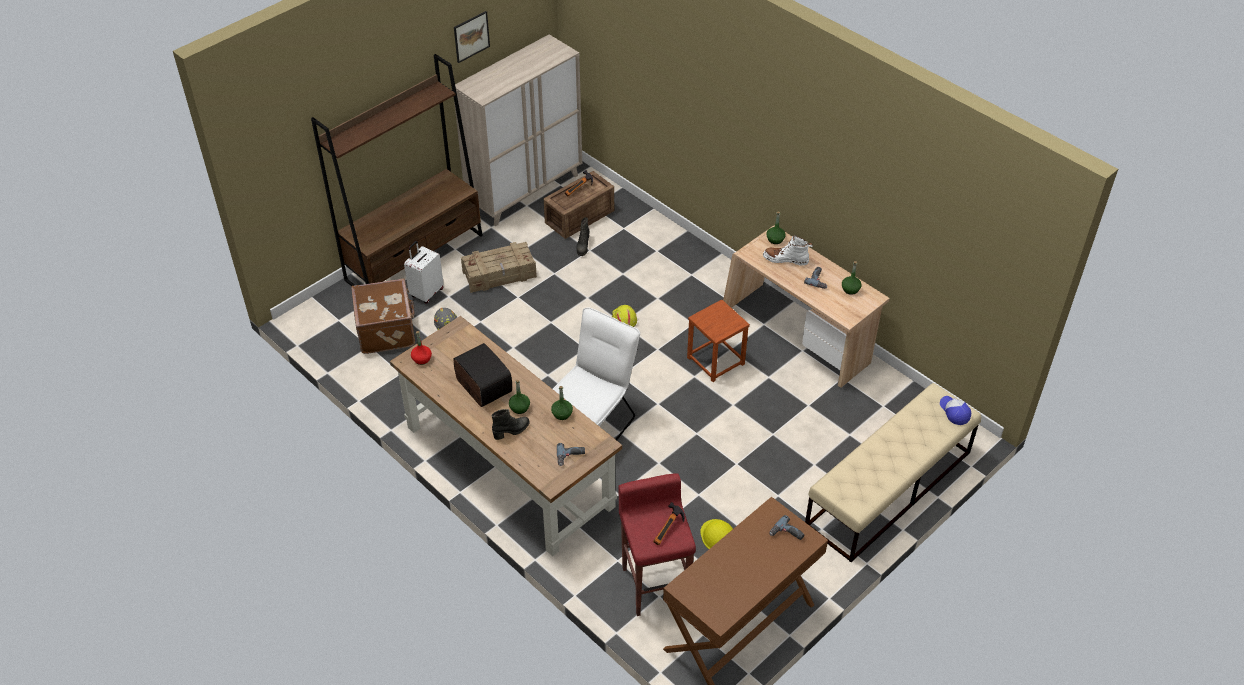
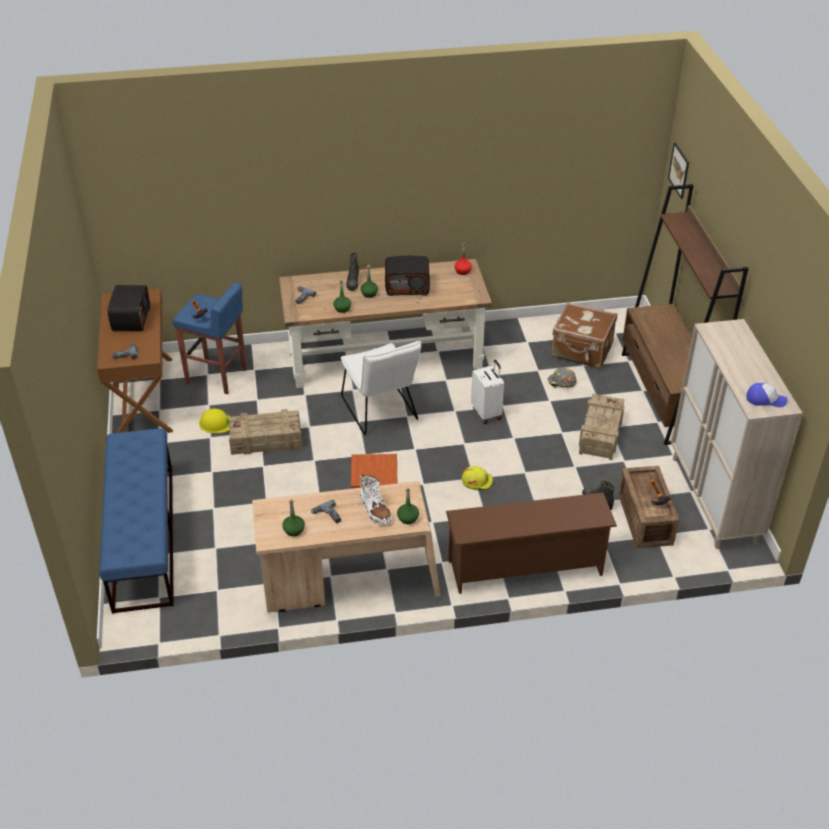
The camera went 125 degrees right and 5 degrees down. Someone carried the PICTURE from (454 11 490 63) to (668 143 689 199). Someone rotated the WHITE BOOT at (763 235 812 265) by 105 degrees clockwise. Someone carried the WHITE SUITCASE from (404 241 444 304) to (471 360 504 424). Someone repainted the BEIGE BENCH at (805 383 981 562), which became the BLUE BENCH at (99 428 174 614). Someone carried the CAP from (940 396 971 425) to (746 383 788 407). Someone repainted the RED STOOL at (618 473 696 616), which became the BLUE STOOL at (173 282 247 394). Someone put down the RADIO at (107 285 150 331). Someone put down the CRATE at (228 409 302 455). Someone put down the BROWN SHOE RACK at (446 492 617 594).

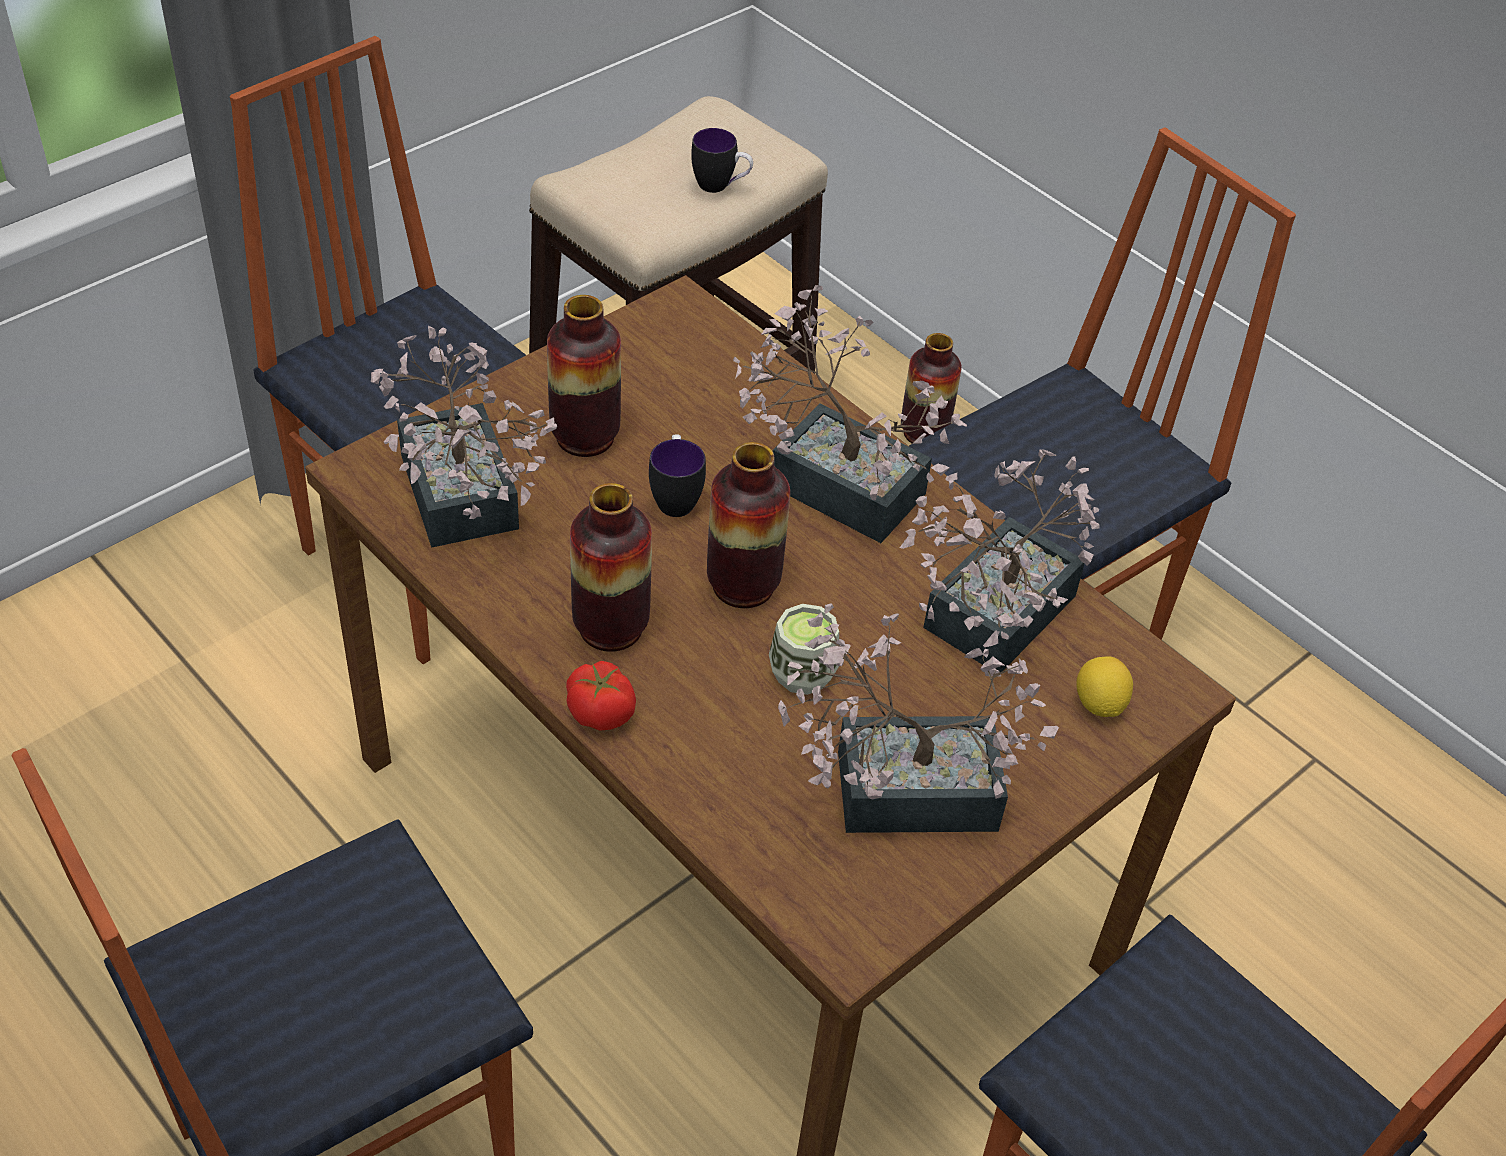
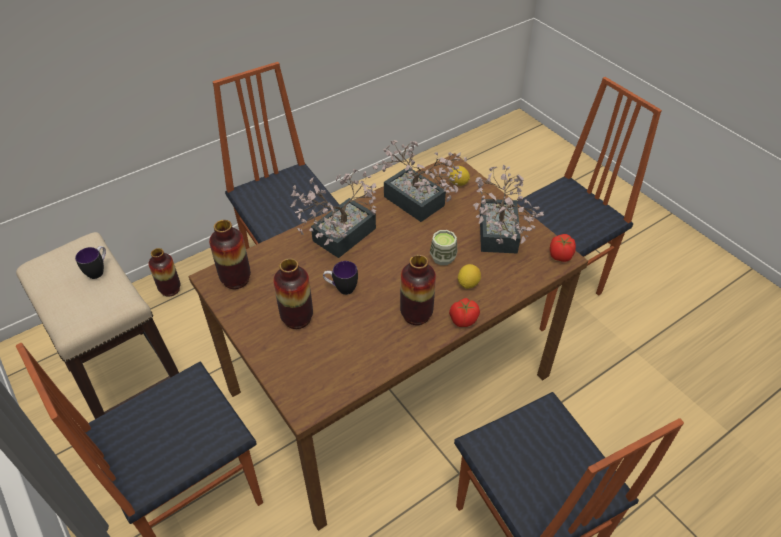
The camera went 80 degrees left and 0 degrees up. Someone took away the POTTED PLANT at (371 326 557 548). Someone carried the VASE from (707 442 790 608) to (209 220 251 289). Someone put down the TOMATO at (550 234 576 262). Someone put down the LEMON at (458 264 481 289).

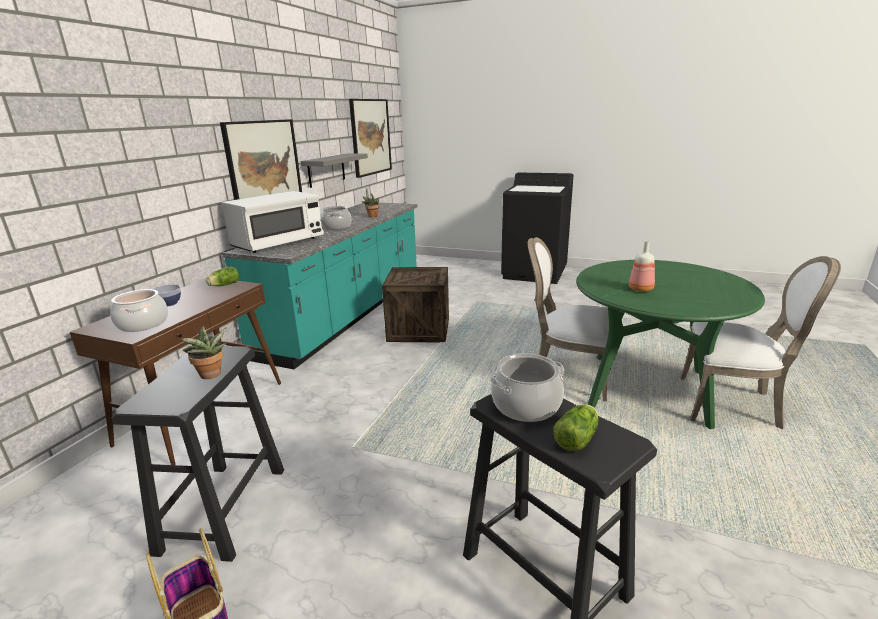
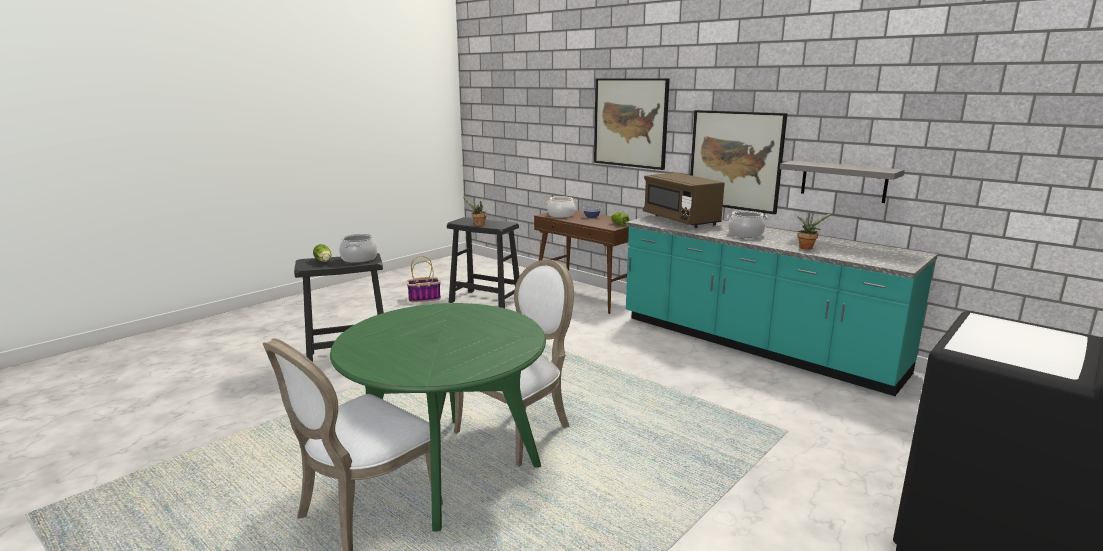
The camera went 110 degrees right and 5 degrees down. Someone carried the PICTURE from (349 99 392 178) to (594 78 670 170). Someone repainted the WHITE MICROWAVE at (222 191 324 253), which became the BROWN MICROWAVE at (643 173 725 228). Someone took away the BOTTLE at (629 241 655 292). Someone took away the CRATE at (382 267 449 342).

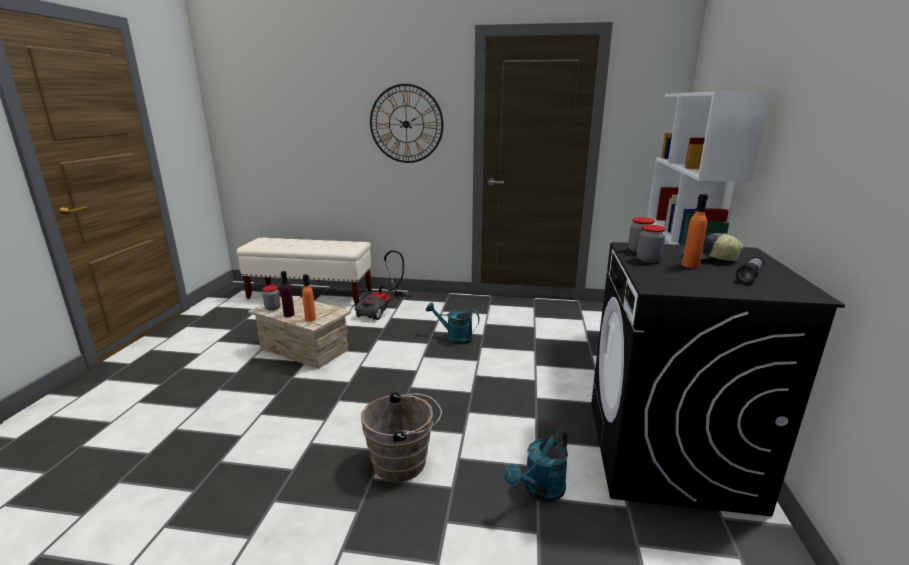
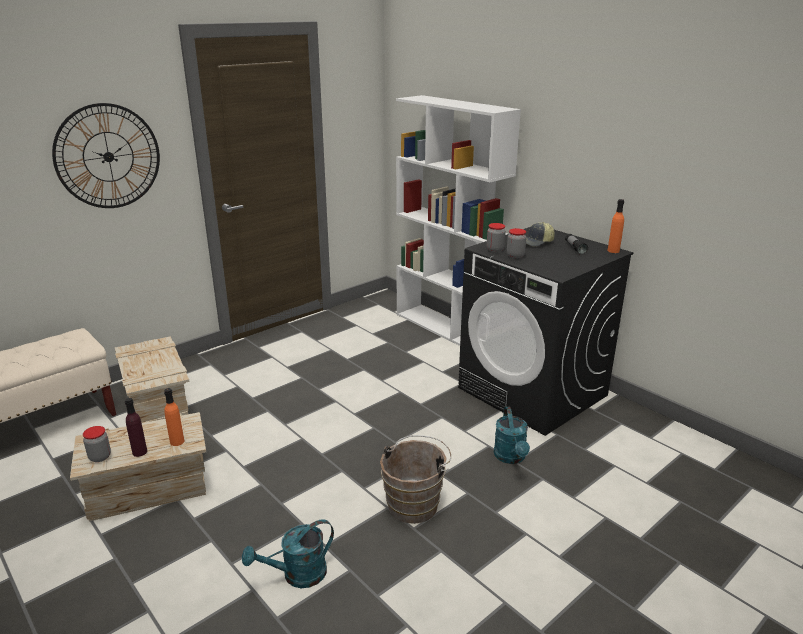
The camera went 50 degrees left and 5 degrees up. Someone carried the ORANGE BOTTLE from (682 194 708 268) to (607 199 624 253). Someone swapped the VACUUM CLEANER at (355 250 412 320) for the CRATE at (115 336 189 423). Someone carried the TURQUOISE WATERING CAN from (426 302 480 344) to (242 519 334 588).

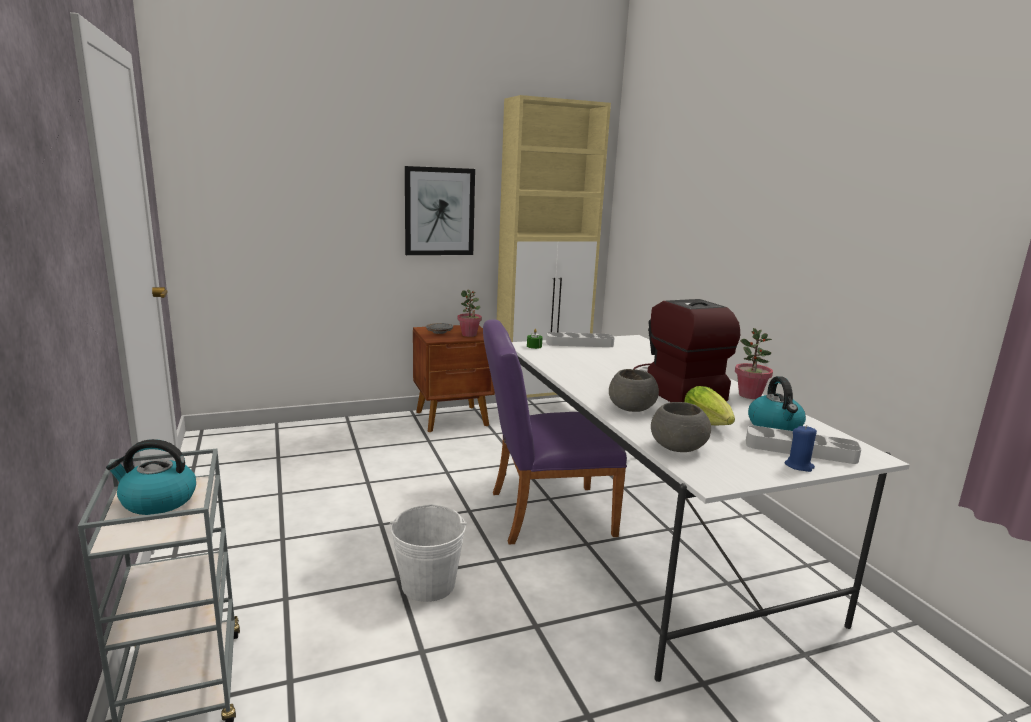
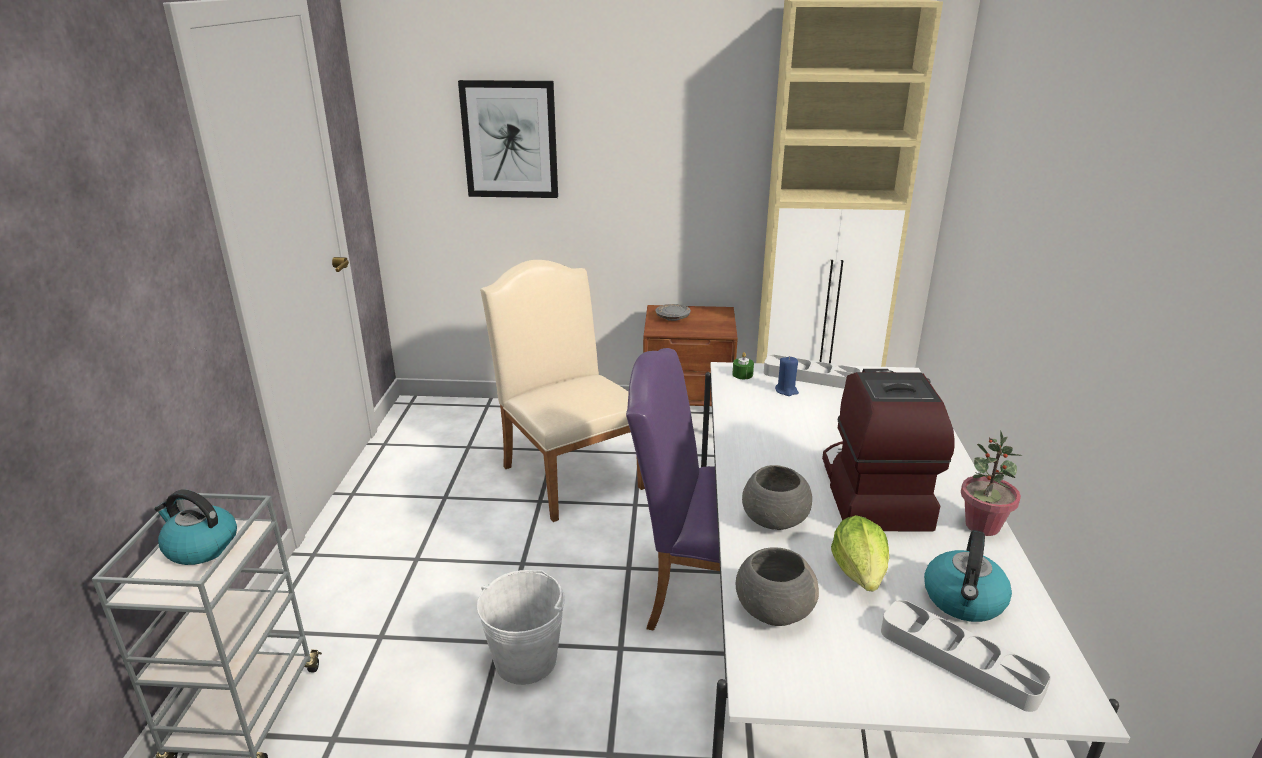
The camera went 25 degrees right and 10 degrees up. Someone carried the PICTURE from (405 166 475 255) to (458 80 558 198). Someone took away the POTTED PLANT at (458 290 482 337). Someone carried the BLUE CANDLE from (785 425 817 472) to (775 356 799 396). Someone put down the BEIGE CHAIR at (480 260 645 522).

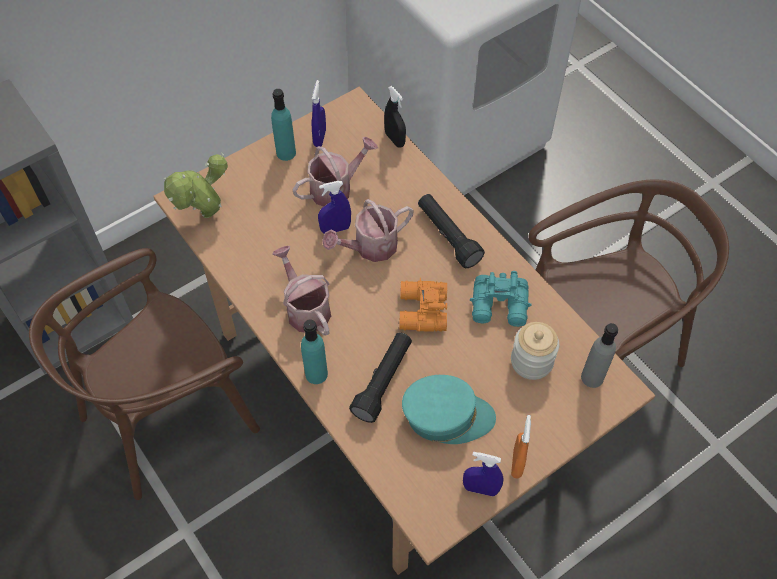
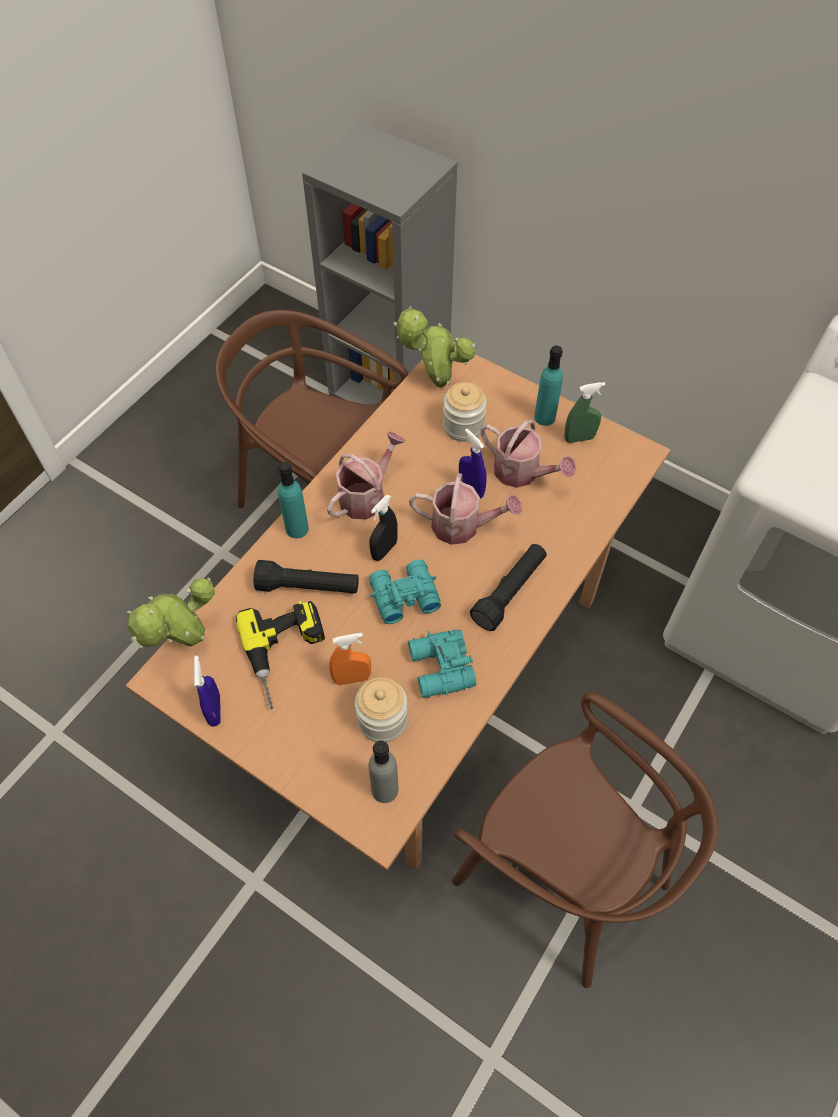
The camera went 70 degrees right and 0 degrees up. Someone repainted the BLUE SPRAY BOTTLE at (312 80 326 147), which became the GREEN SPRAY BOTTLE at (564 382 606 443). Someone carried the BLACK SPRAY BOTTLE from (384 86 406 148) to (369 494 398 561). Someone rotated the WATERING CAN at (322 199 414 262) by 150 degrees clockwise. Someone repainted the ORANGE BINOCULARS at (399 278 447 332), which became the TURQUOISE BINOCULARS at (369 560 441 624). Someone swapped the TURQUOISE CAP at (402 375 496 444) for the POWER DRILL at (236 601 325 709). Someone carried the ORANGE SPRAY BOTTLE from (511 415 531 478) to (329 633 371 685). Someone put down the JAR at (443 382 487 442). Someone put down the POTTED PLANT at (127 577 215 648).

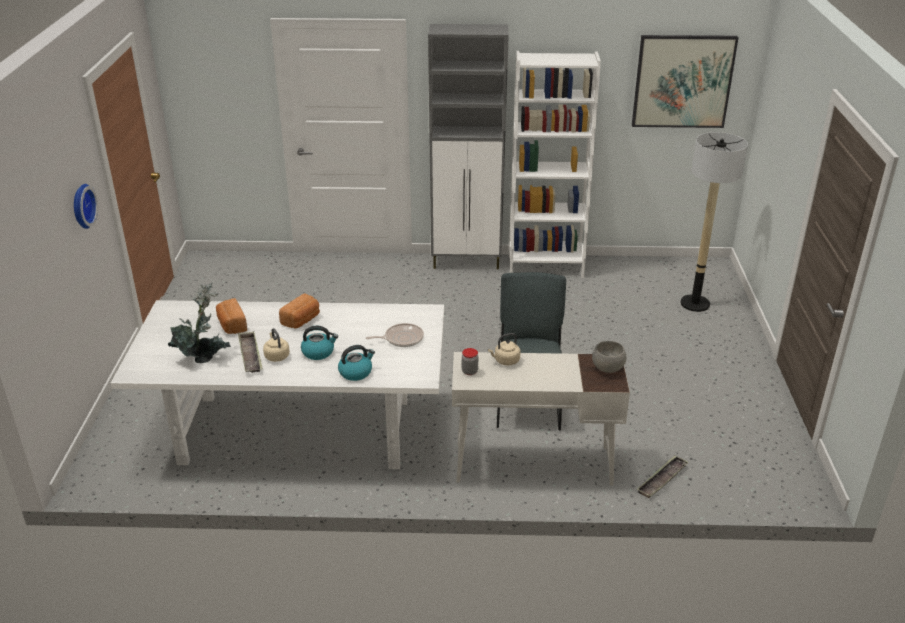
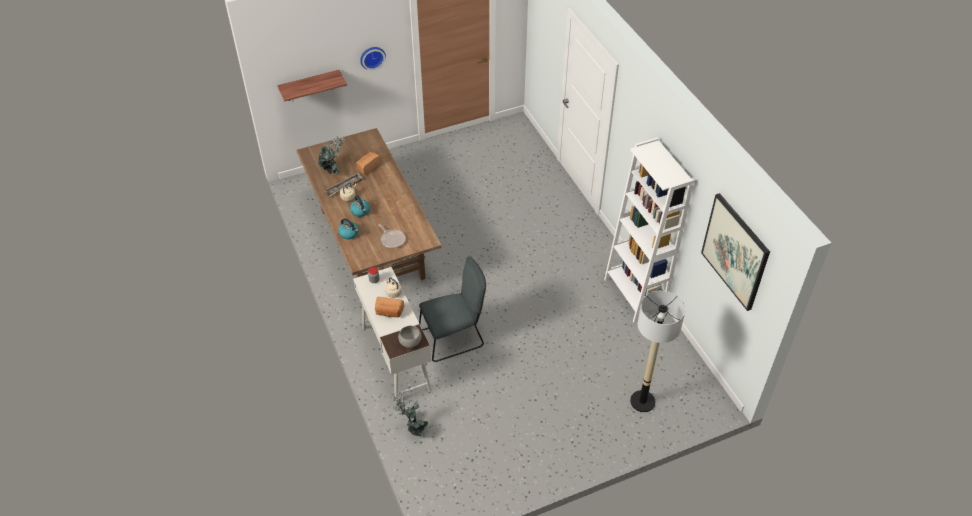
The camera went 65 degrees right and 15 degrees up. Someone took away the GREY CABINET at (428 24 509 270). Someone carried the BREAD from (279 293 320 329) to (375 297 404 317). Someone repainted the WHITE DINING TABLE at (111 300 444 469), which became the BROWN DINING TABLE at (297 128 441 280). Someone swapped the TRAY at (637 456 689 498) for the POTTED PLANT at (393 389 428 436). Someone put up the SHELF at (277 70 347 101).

